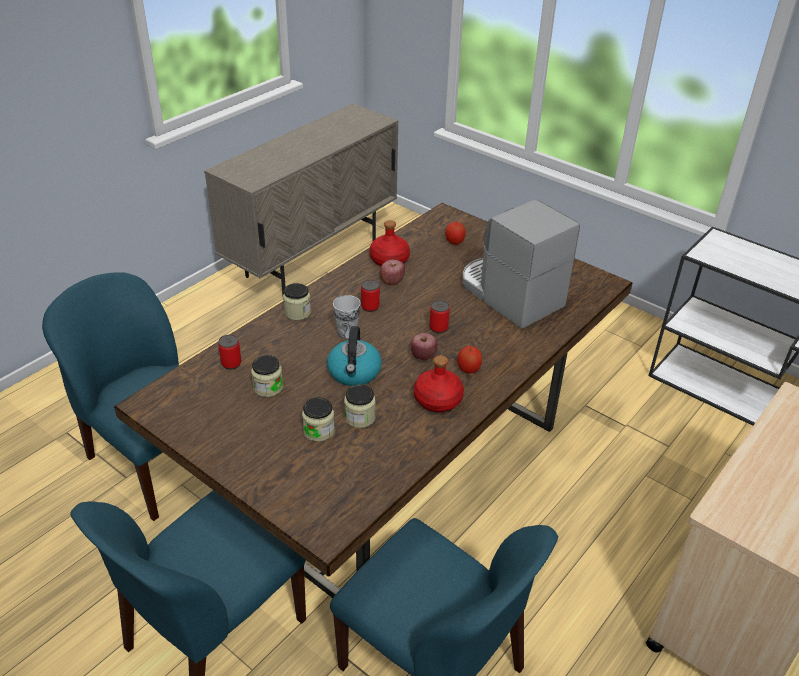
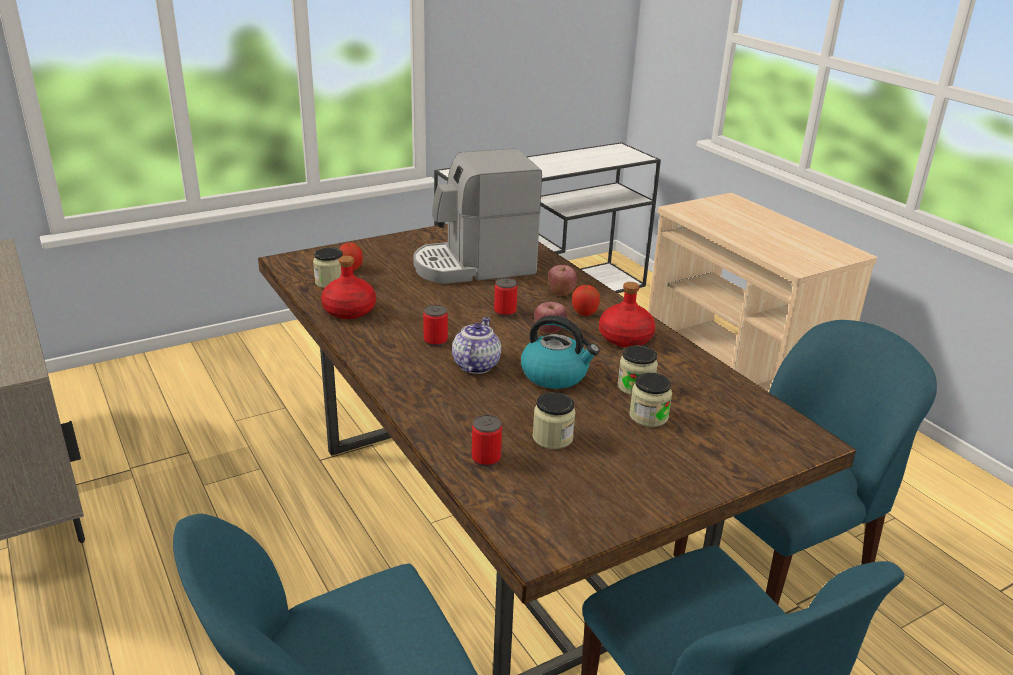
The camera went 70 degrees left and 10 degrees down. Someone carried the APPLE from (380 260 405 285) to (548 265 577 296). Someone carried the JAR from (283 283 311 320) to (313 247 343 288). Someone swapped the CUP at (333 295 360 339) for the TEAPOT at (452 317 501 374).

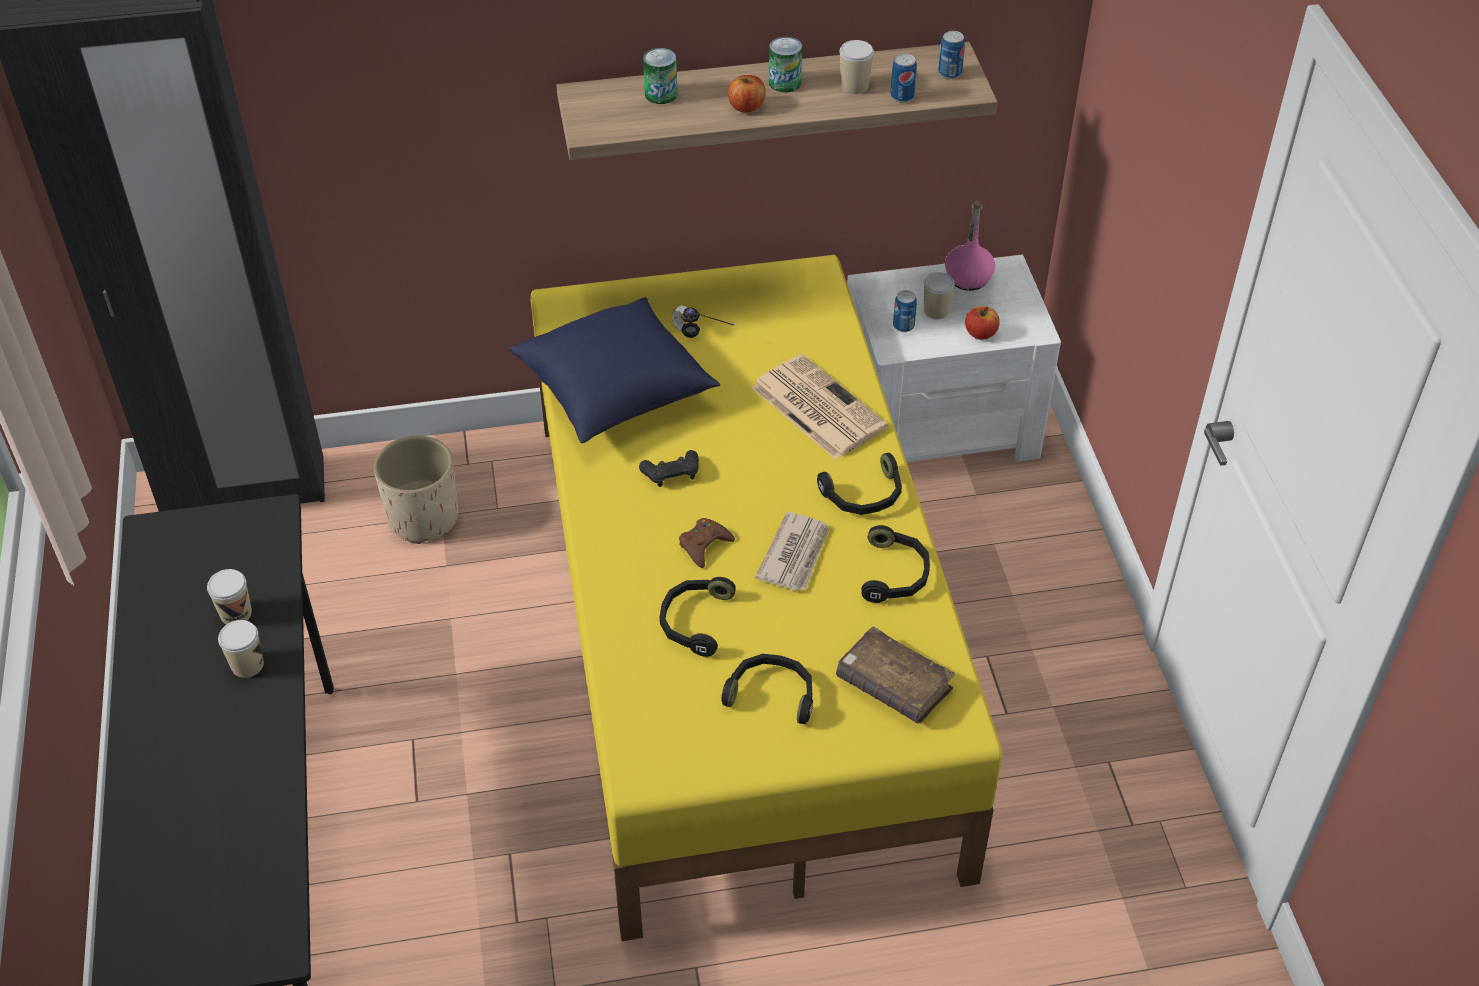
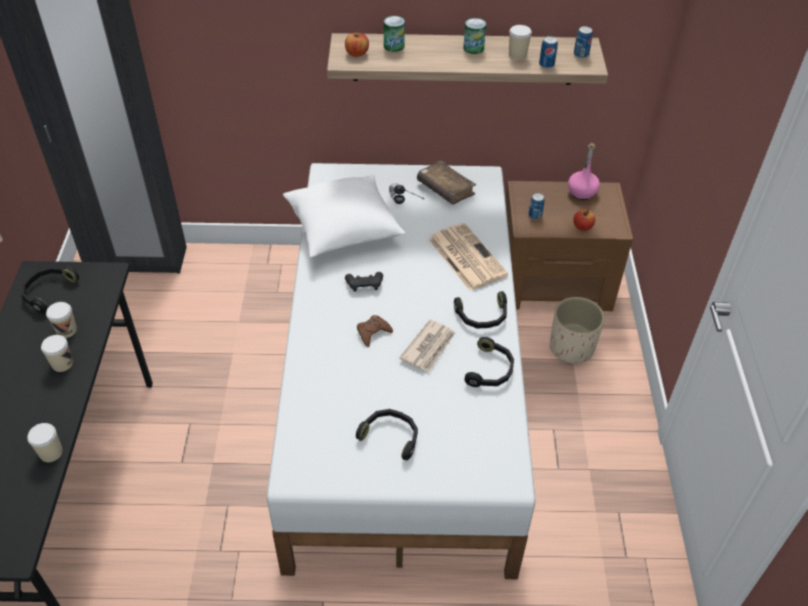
The camera went 10 degrees right and 0 degrees up. Someone carried the APPLE from (728 75 766 113) to (345 33 369 57). Someone repainted the YELLOW BED at (531 255 1002 941), which became the WHITE BED at (267 163 535 579). Someone repainted the WHITE NIGHTSTAND at (847 255 1061 462), which became the BROWN NIGHTSTAND at (505 181 633 311). Someone carried the CUP from (924 272 955 319) to (27 423 62 462). Someone repainted the BLUE PILLOW at (508 297 720 443), which became the WHITE PILLOW at (283 175 406 257). Someone carried the BEIGE PLANTER from (374 436 459 544) to (550 297 605 365). Someone carried the BLACK HEADPHONES from (659 577 736 657) to (21 267 79 314). Someone carried the BROWN BOOK from (836 626 955 724) to (417 161 476 205).

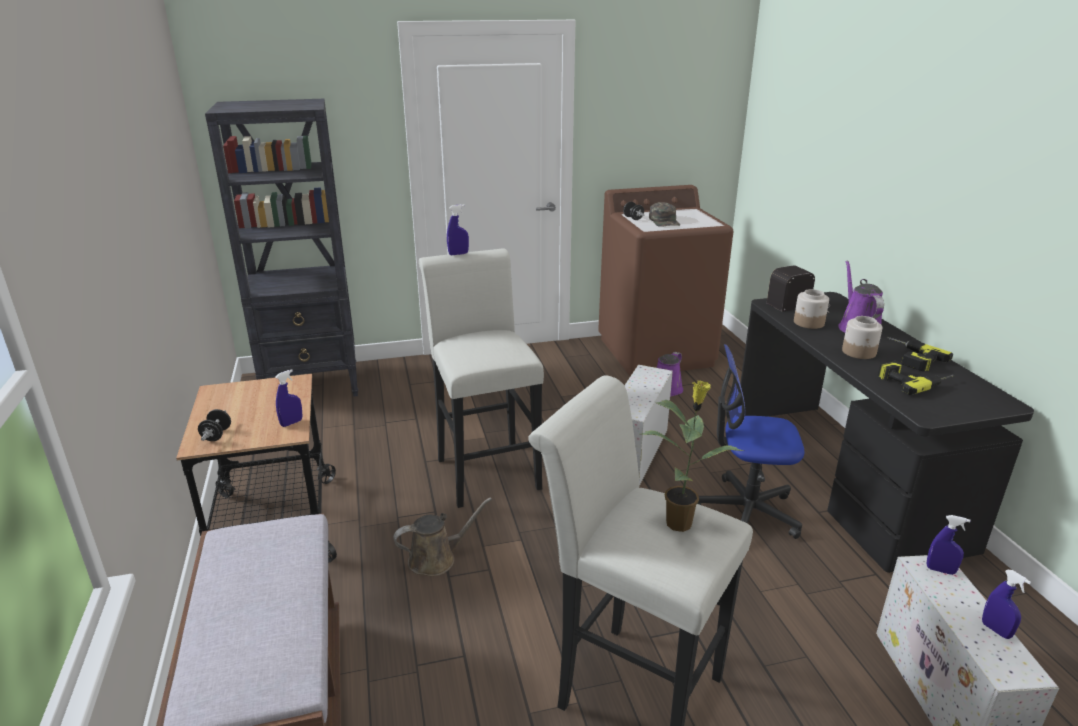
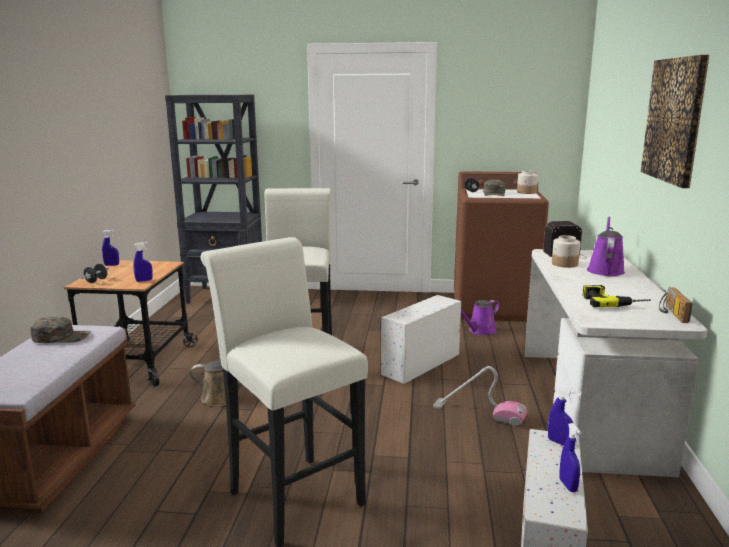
The camera went 20 degrees right and 10 degrees down. Someone carried the BLUE SPRAY BOTTLE from (447 204 469 255) to (102 230 119 266). Someone repainted the BLACK DESK at (740 292 1034 573), which became the WHITE DESK at (524 249 708 477). Someone carried the JAR from (842 316 882 359) to (517 170 538 194). Someone took away the POWER DRILL at (887 337 953 372). Someone swapped the OFFICE CHAIR at (697 344 804 539) for the VACUUM CLEANER at (433 366 527 426). Someone took away the POTTED PLANT at (641 381 744 532). Someone put up the PICTURE at (641 55 709 188). Someone put down the RADIO at (659 287 693 323). Someone put down the GREEN CAP at (31 317 91 343).

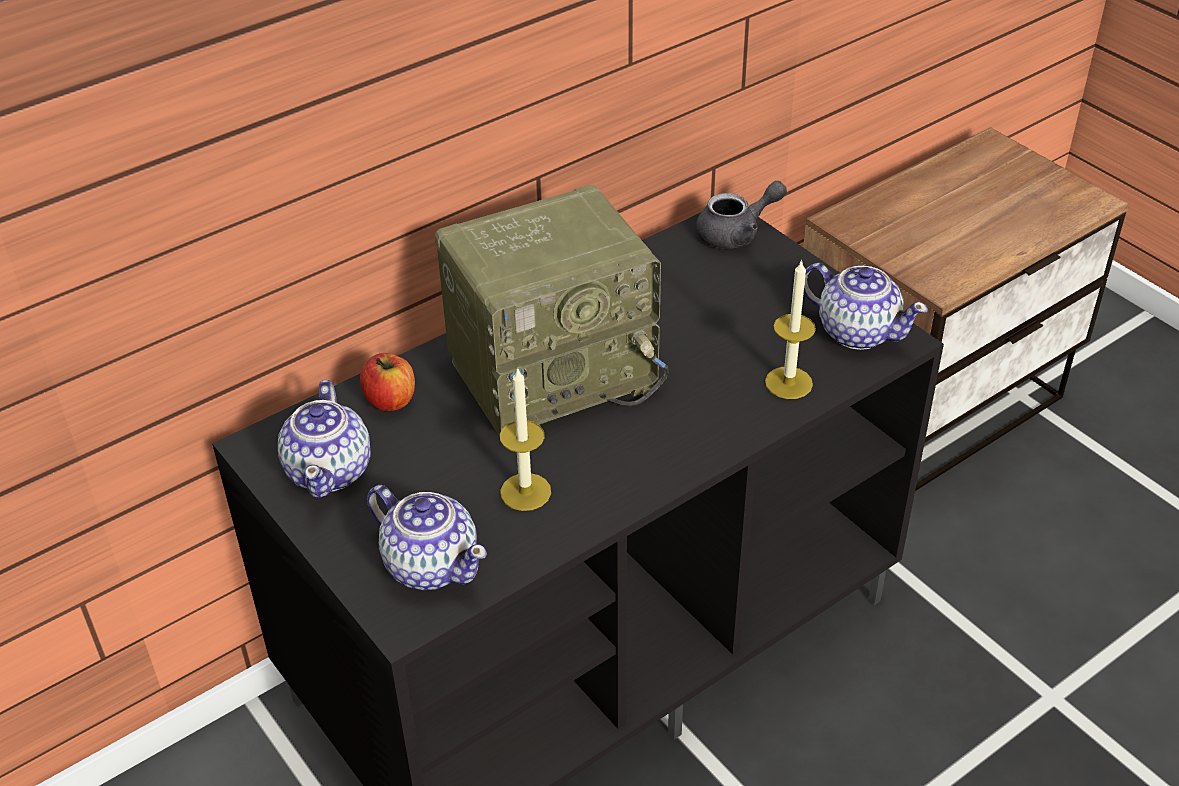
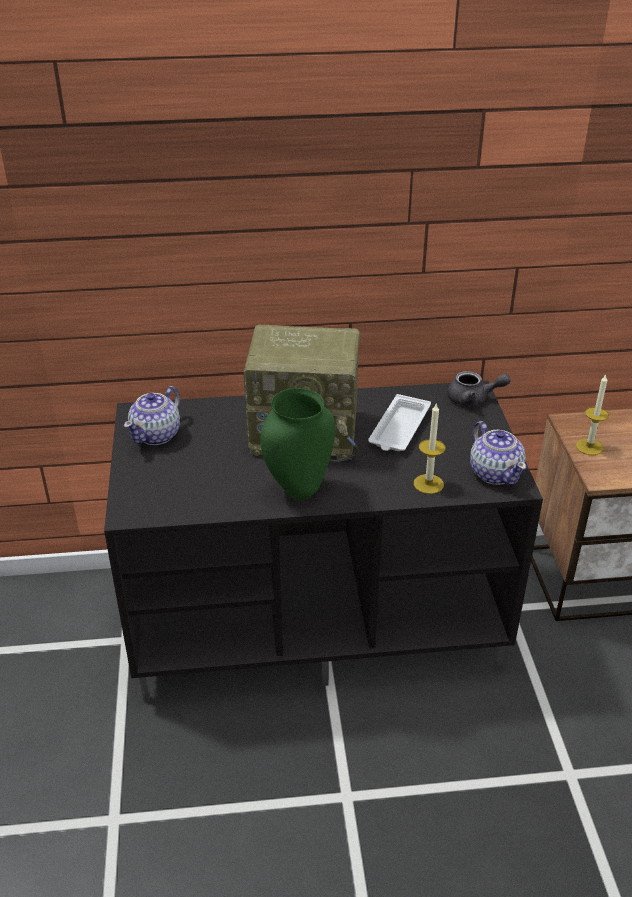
The camera went 30 degrees right and 5 degrees down. Someone took away the APPLE at (360 353 415 411). Someone carried the CANDLE from (500 368 551 511) to (576 374 609 455). Someone took away the TEAPOT at (367 485 487 590). Someone put down the GREEN VASE at (260 388 335 500). Someone put down the WHITE TRAY at (368 394 431 451).

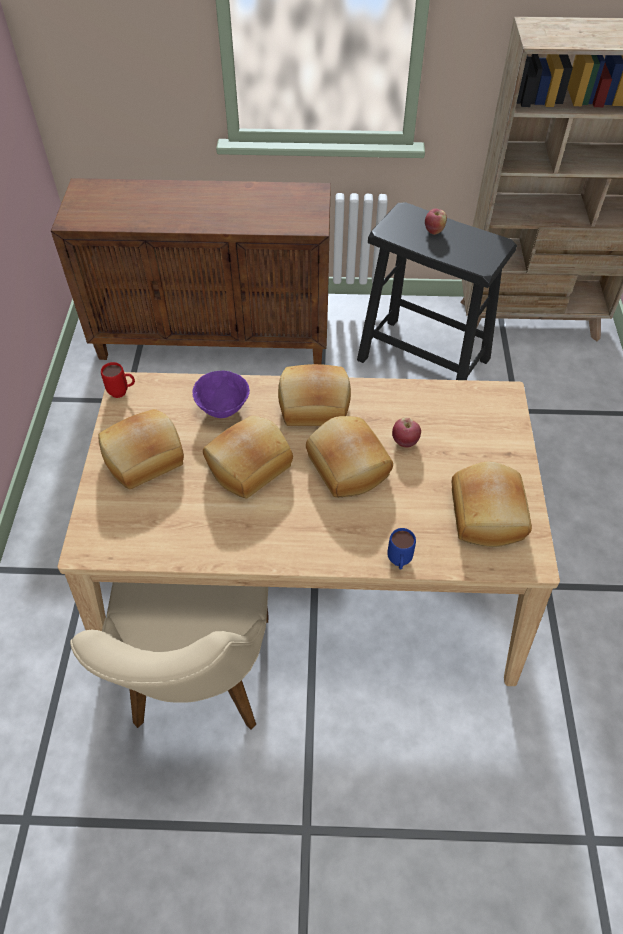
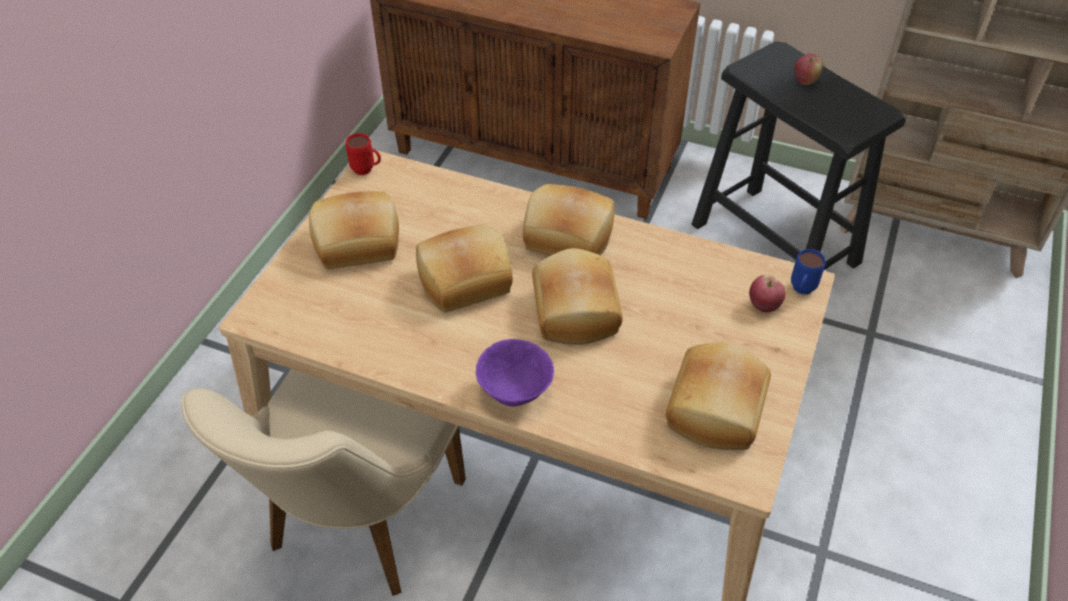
The camera went 20 degrees right and 5 degrees down. Someone carried the PURPLE BOWL from (192 371 250 418) to (476 339 554 407). Someone carried the APPLE from (392 417 421 448) to (749 274 786 313). Someone carried the BLUE MUG from (387 528 416 570) to (791 249 826 294).

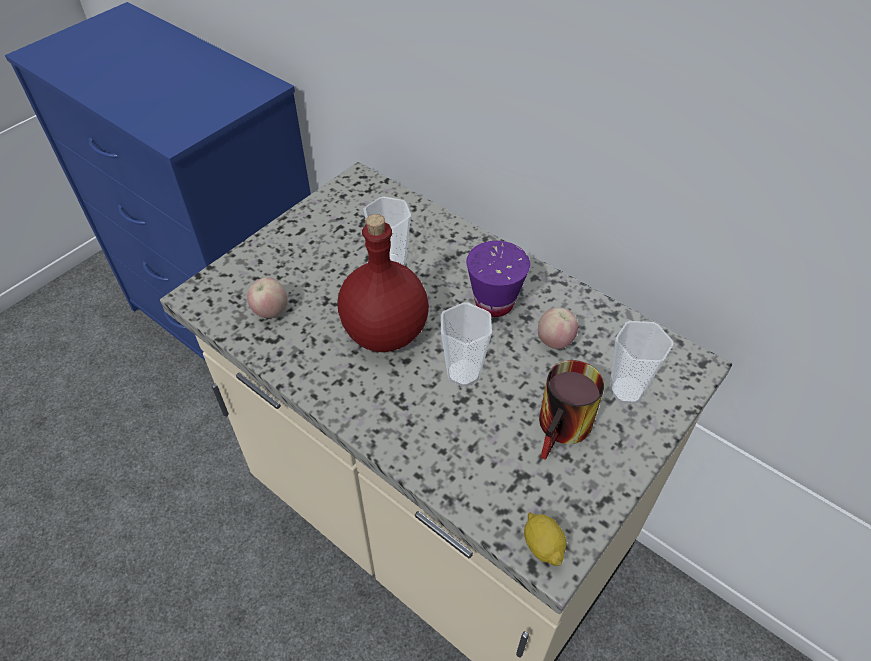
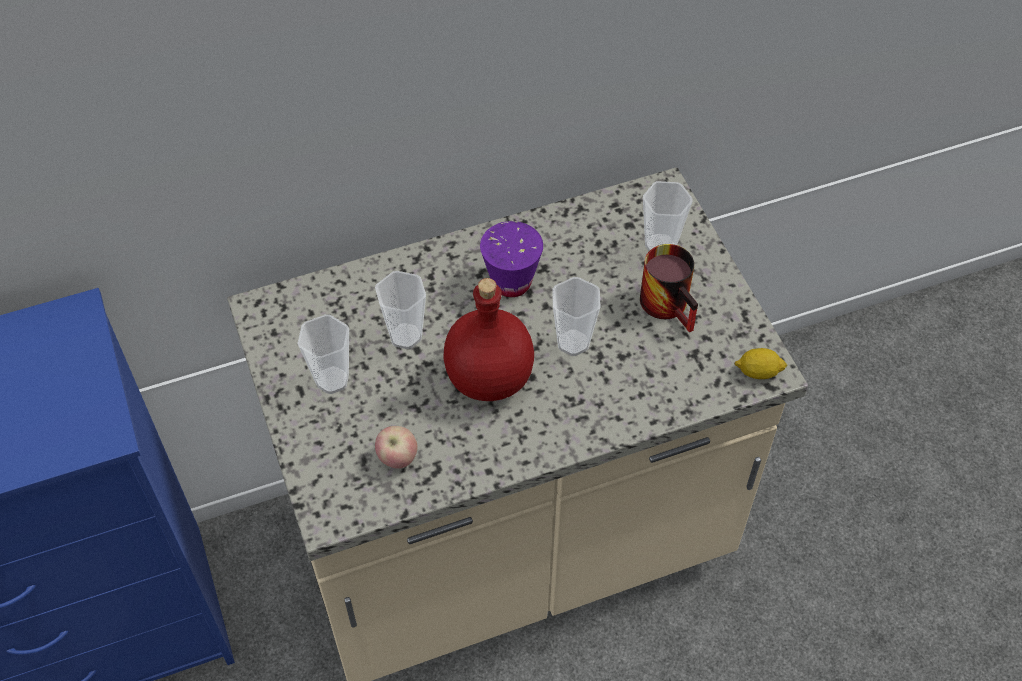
The camera went 60 degrees left and 5 degrees up. Someone took away the APPLE at (538 308 578 349). Someone put down the CUP at (297 314 349 394).

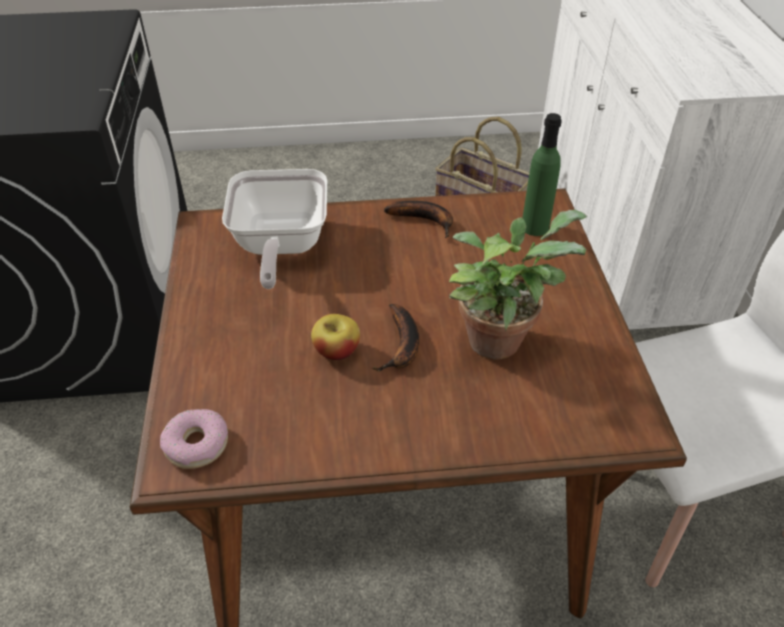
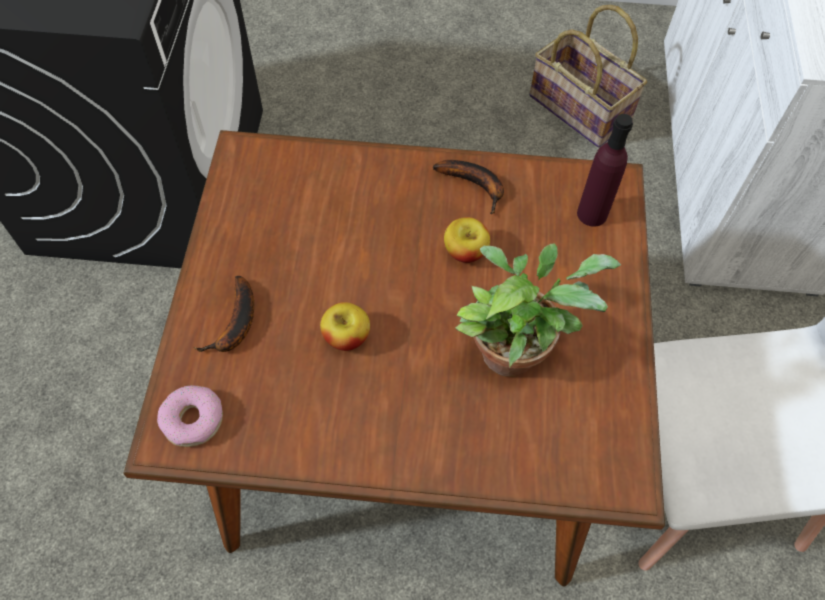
The camera went 10 degrees right and 15 degrees up. Someone repainted the GREEN BOTTLE at (522 113 562 236), which became the PURPLE BOTTLE at (577 114 633 227). Someone took away the FRYING PAN at (222 169 327 289). Someone carried the BANANA from (372 304 420 372) to (193 276 254 352). Someone put down the APPLE at (444 217 490 263).

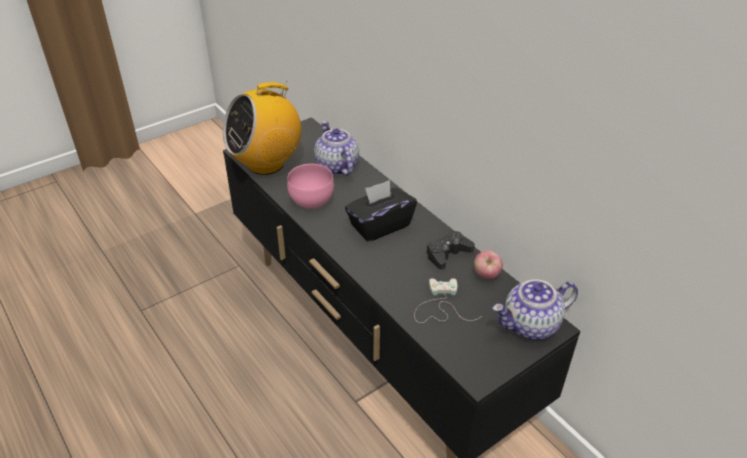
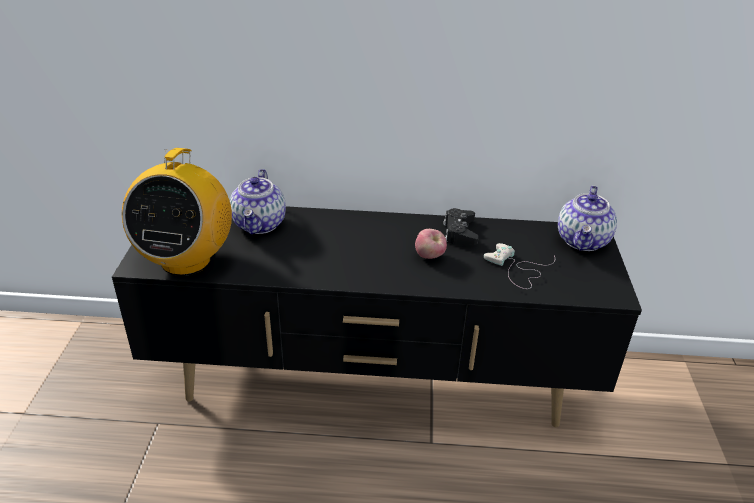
The camera went 50 degrees left and 5 degrees down. Someone rotated the TEAPOT at (314 121 359 176) by 105 degrees counterclockwise. Someone took away the PINK BOWL at (287 164 334 209). Someone took away the BLACK TISSUE BOX at (345 180 417 242). Someone carried the APPLE from (474 250 503 279) to (415 229 447 259).

